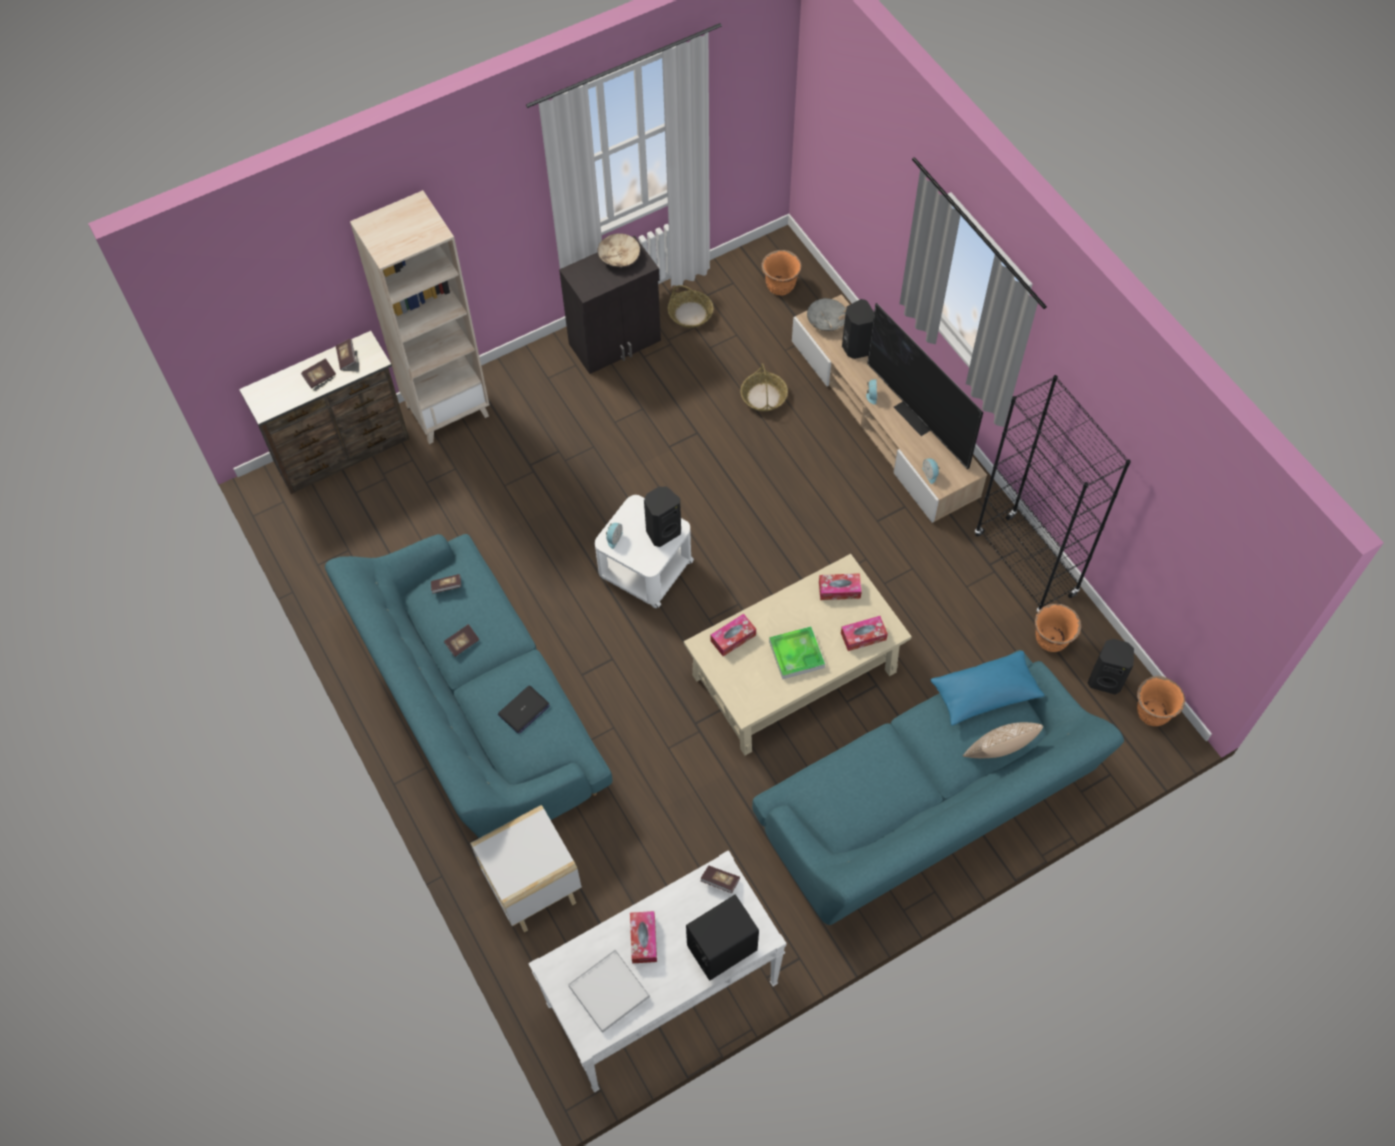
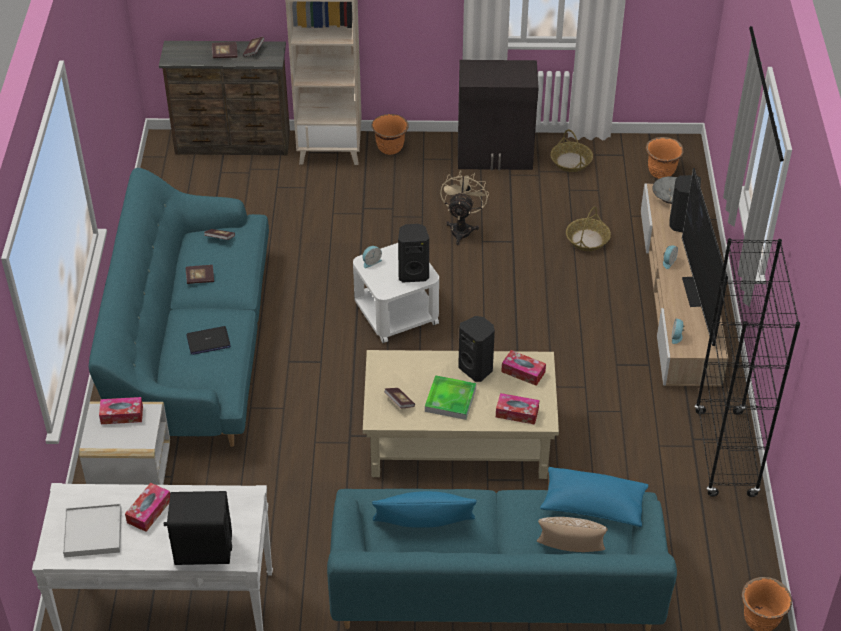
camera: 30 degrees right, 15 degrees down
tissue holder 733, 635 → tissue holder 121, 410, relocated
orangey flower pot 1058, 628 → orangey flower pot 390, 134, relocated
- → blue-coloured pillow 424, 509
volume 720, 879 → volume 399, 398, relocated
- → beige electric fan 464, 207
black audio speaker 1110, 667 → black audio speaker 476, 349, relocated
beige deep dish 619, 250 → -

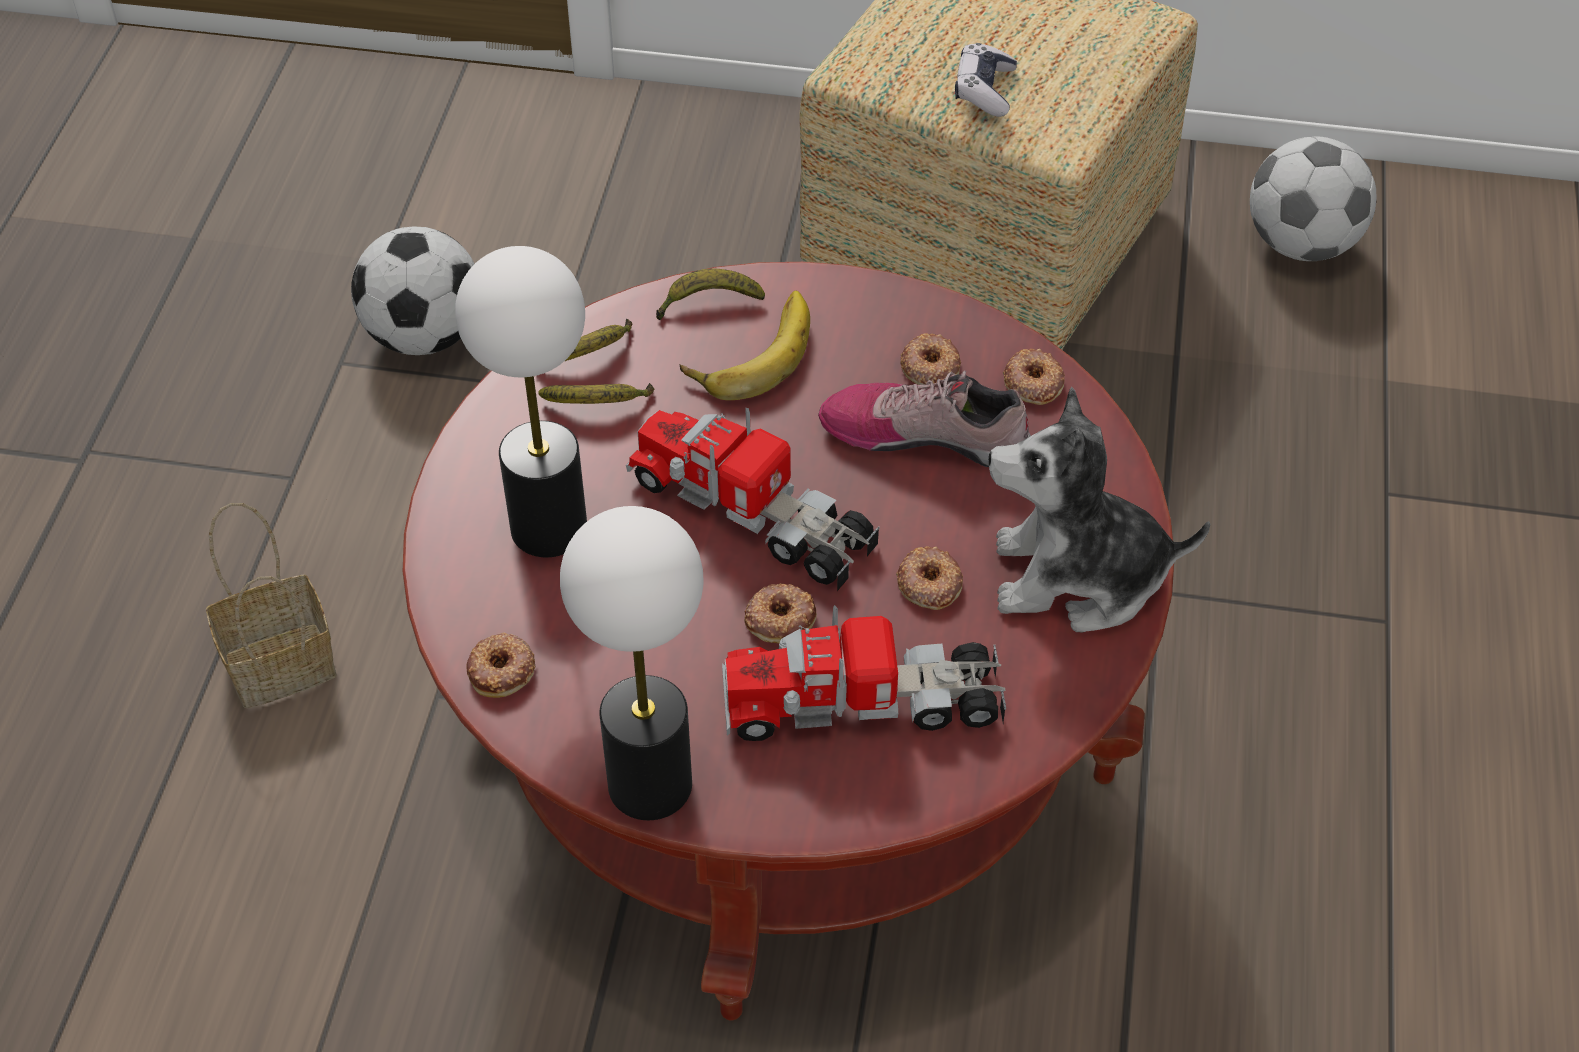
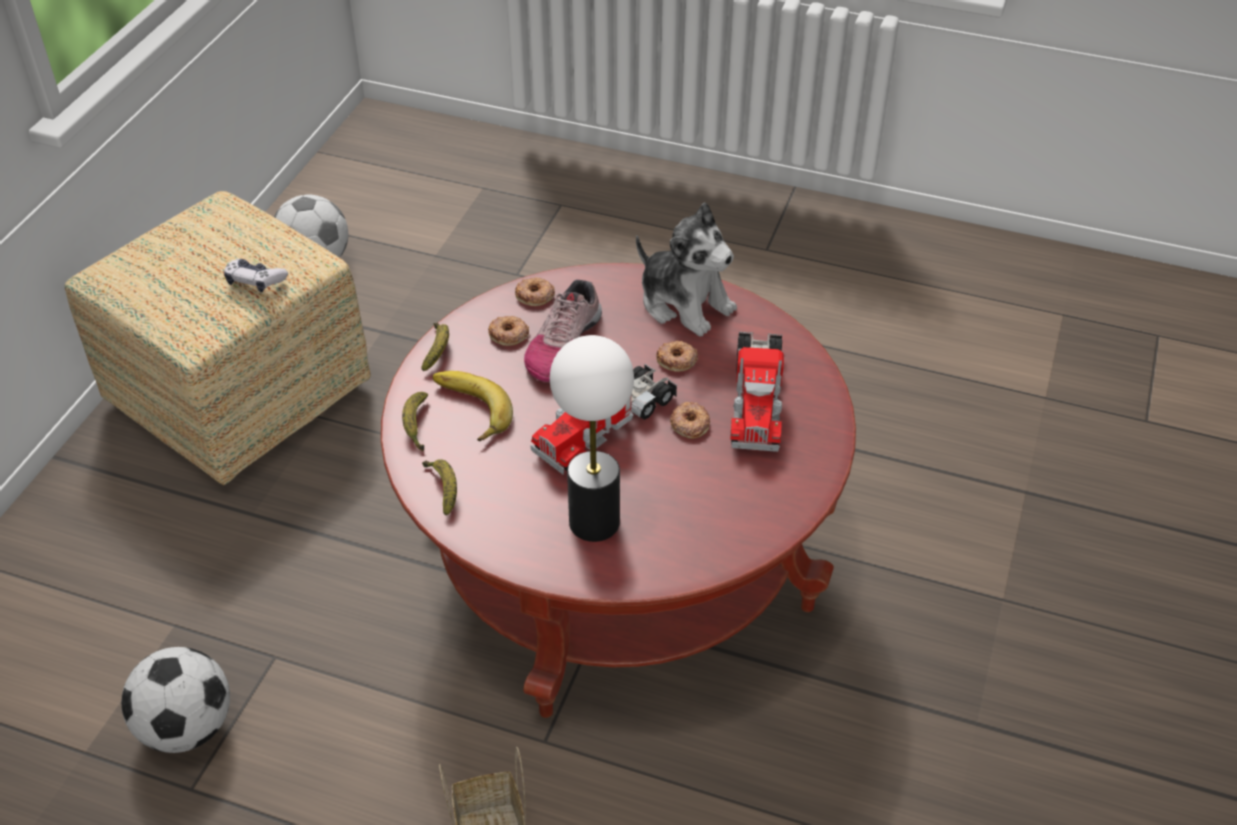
camera: 80 degrees left, 5 degrees down
whole banana 596, 393 → whole banana 435, 347, relocated
soft toy 1099, 509 → soft toy 686, 269, 60 degrees counterclockwise
ring doughnut 500, 665 → -
table lamp 631, 663 → -

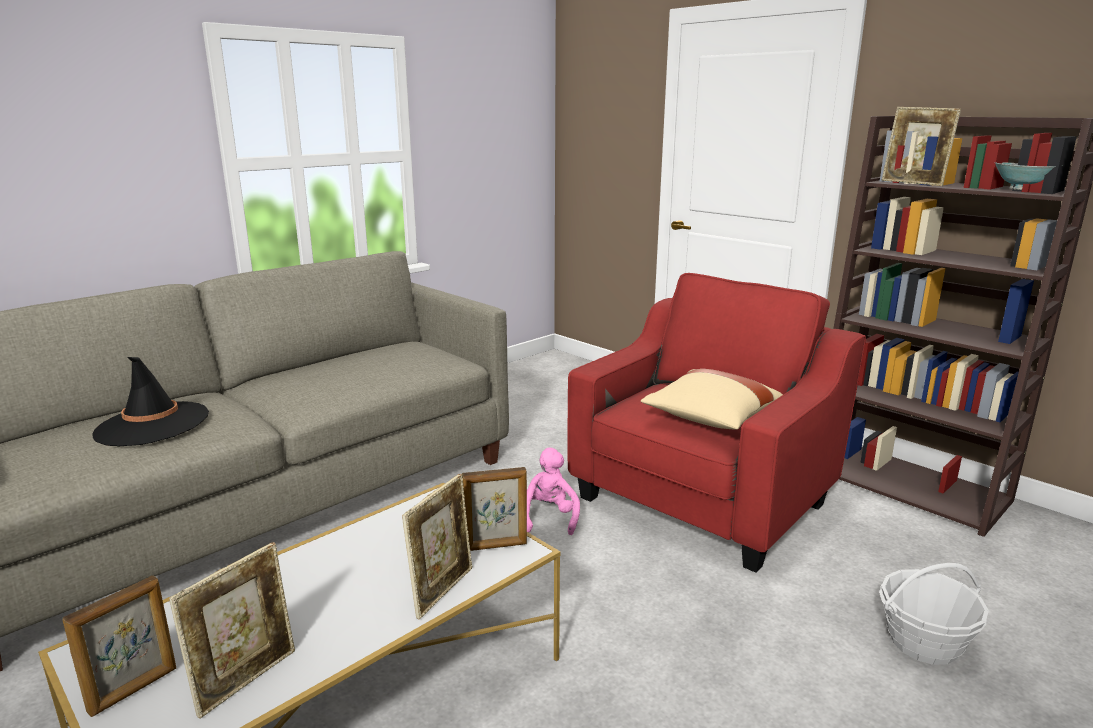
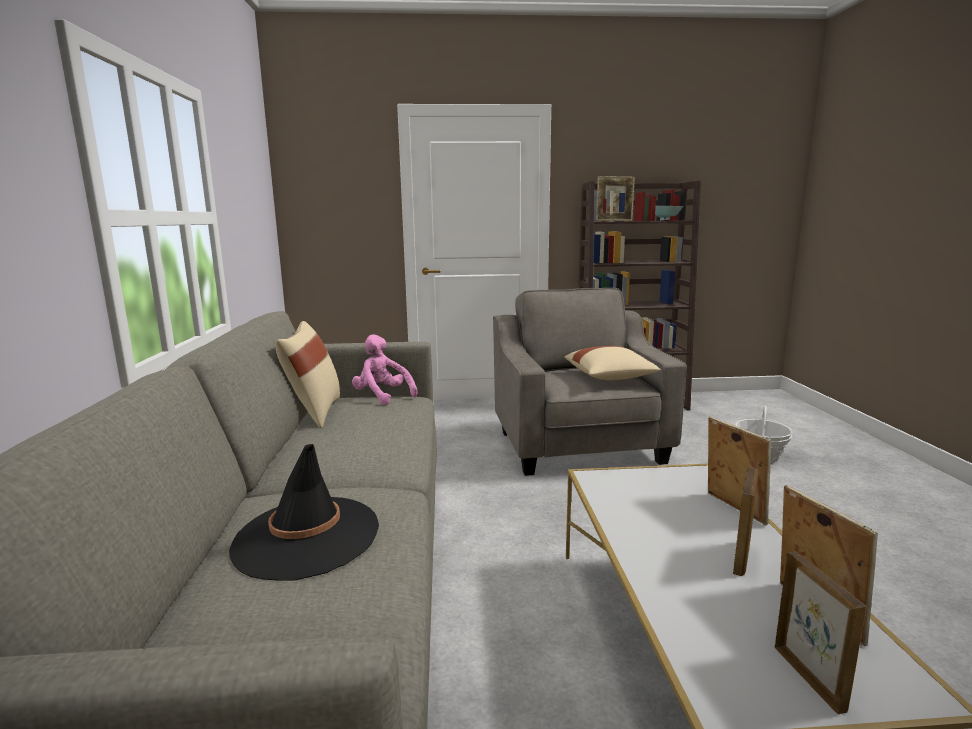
camera: 50 degrees left, 5 degrees down
- → beige pillow 308, 374
pink-coloured soft toy 553, 491 → pink-coloured soft toy 385, 369, relocated
red-coloured armchair 717, 423 → greyish armchair 590, 382
photo frame 494, 509 → photo frame 745, 521, relocated

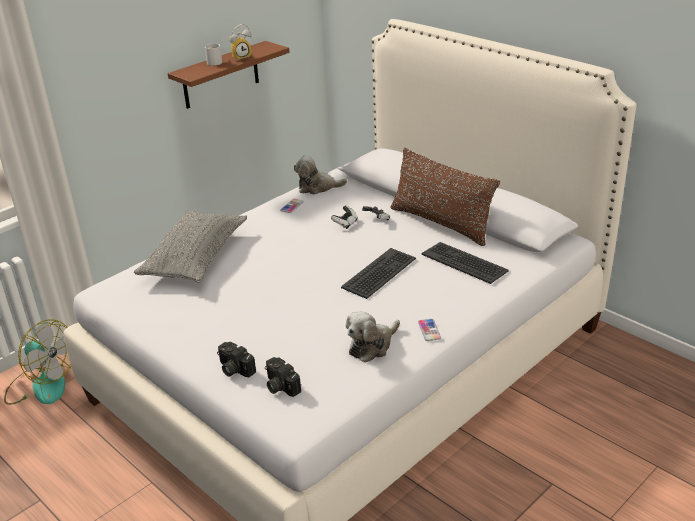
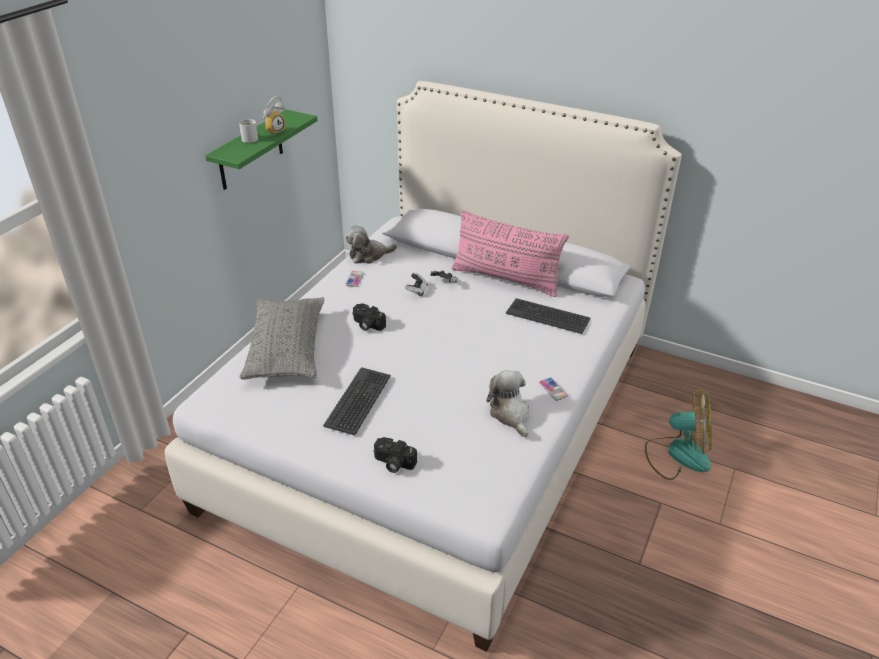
camera: 20 degrees left, 5 degrees up
brown-coloured shelf 229, 75 → greenish shelf 261, 149
PC keyboard 378, 273 → PC keyboard 357, 401, relocated
still camera 283, 377 → still camera 369, 317, relocated
brown-coloured pillow 445, 197 → pink-coloured pillow 510, 253
soft toy 373, 337 → soft toy 508, 403, 135 degrees clockwise
electric fan 37, 362 → electric fan 678, 434, relocated

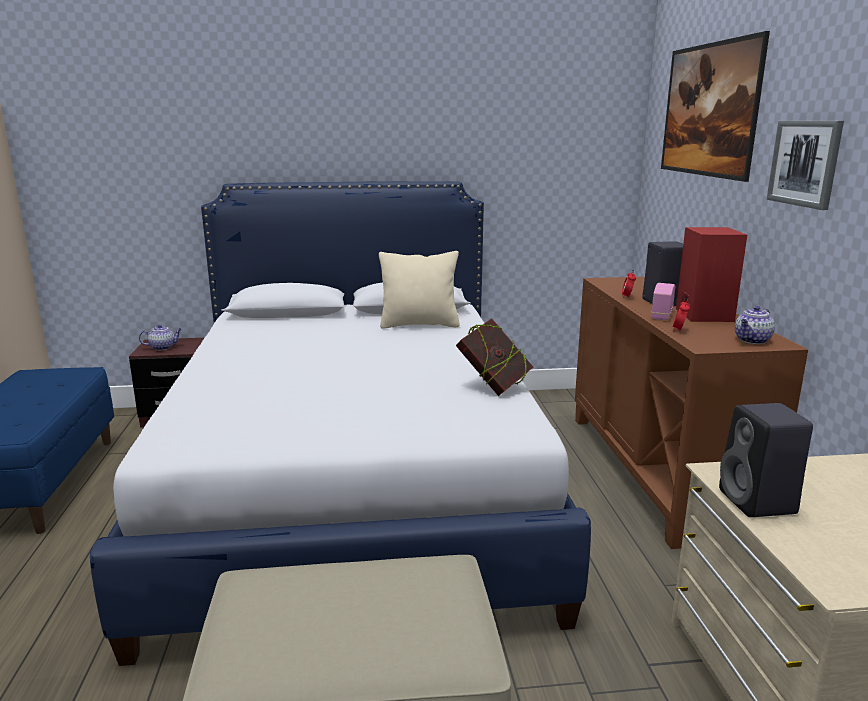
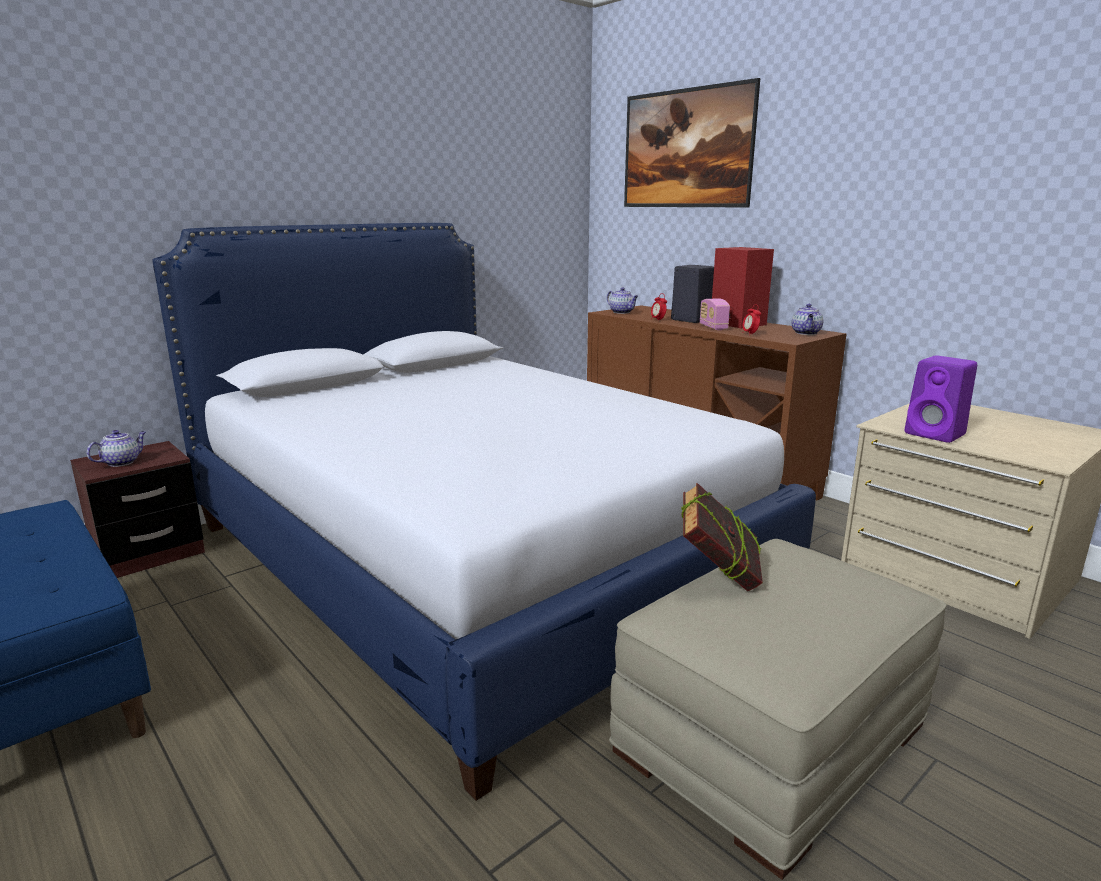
camera: 35 degrees left, 0 degrees up
- → teapot 622, 300
volume 494, 357 → volume 722, 537, relocated
black audio speaker 766, 460 → purple-coloured audio speaker 941, 399
beige pillow 419, 290 → -
picture 805, 165 → -

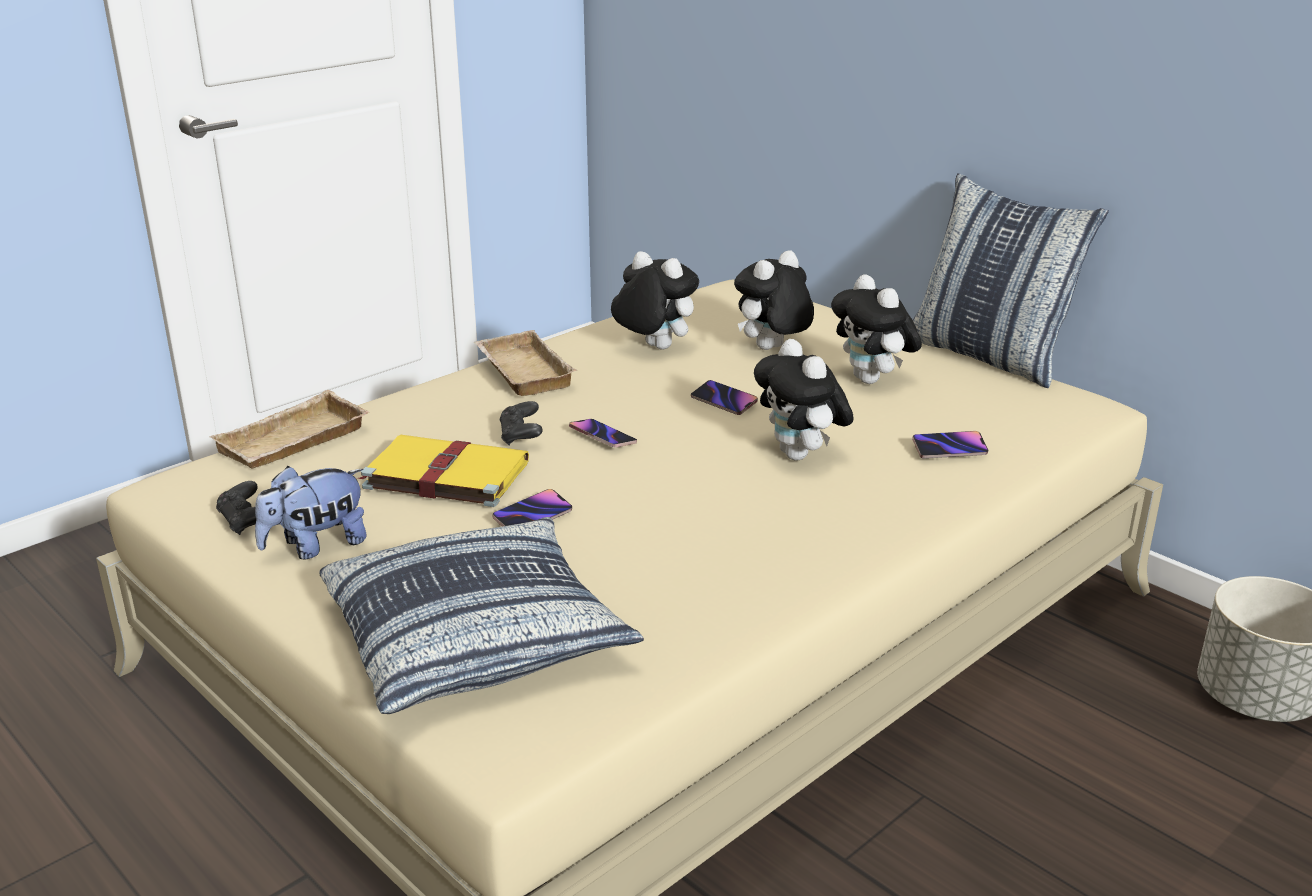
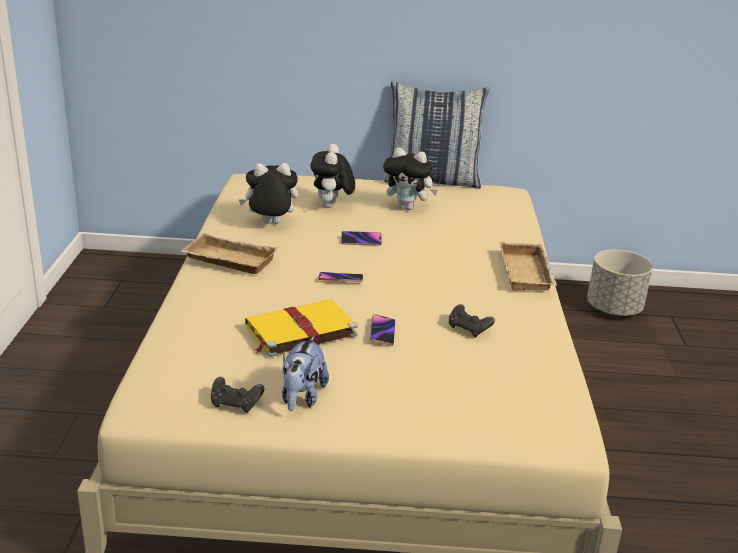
camera: 45 degrees left, 0 degrees up
black game controller 521, 423 → black game controller 472, 321, relocated
beige serving tray 289, 429 → beige serving tray 528, 266, relocated
pillow 481, 615 → -
soft toy 804, 400 → -
telephone 950, 444 → -

